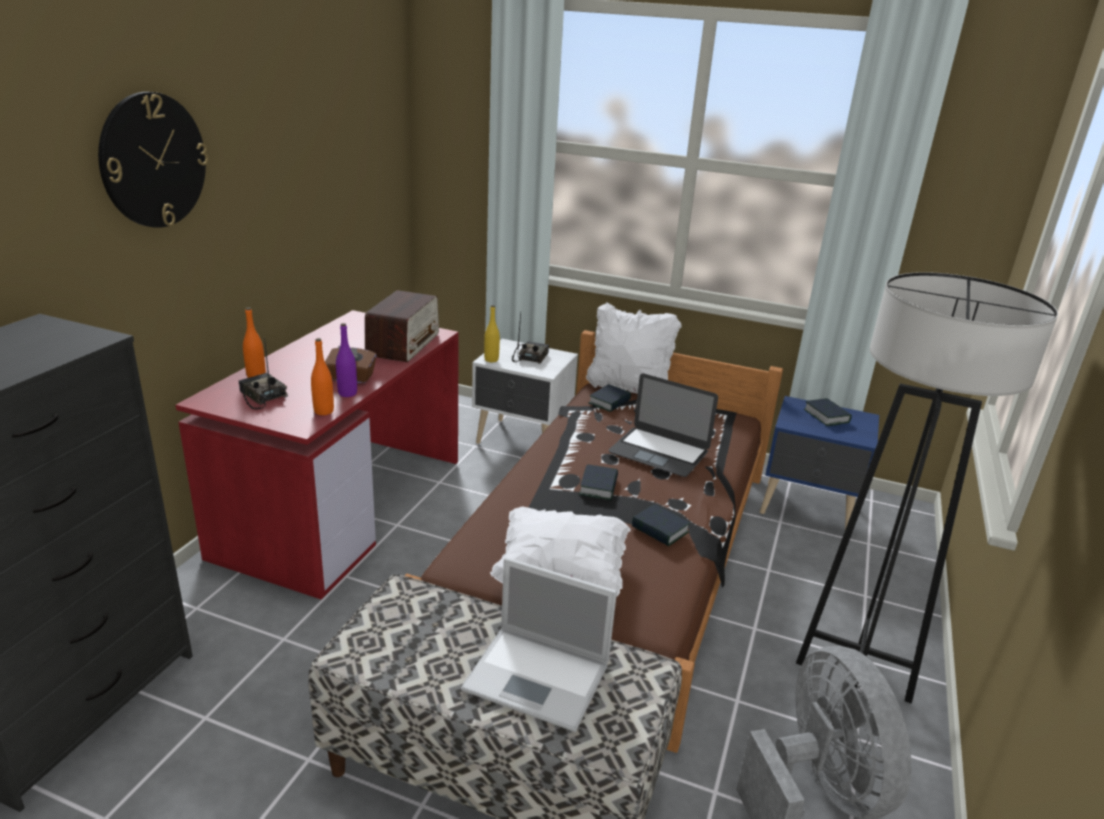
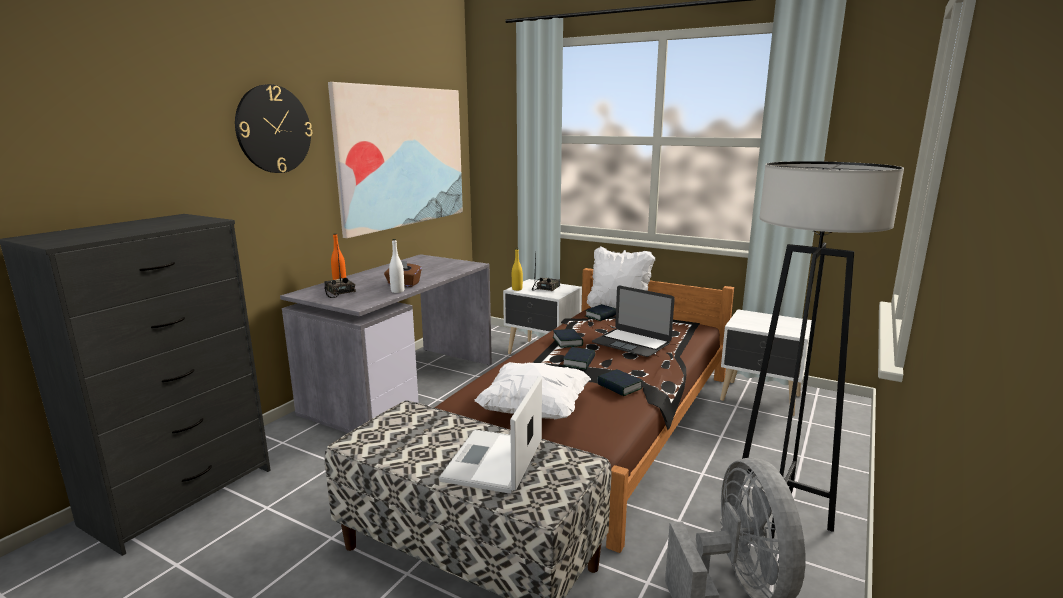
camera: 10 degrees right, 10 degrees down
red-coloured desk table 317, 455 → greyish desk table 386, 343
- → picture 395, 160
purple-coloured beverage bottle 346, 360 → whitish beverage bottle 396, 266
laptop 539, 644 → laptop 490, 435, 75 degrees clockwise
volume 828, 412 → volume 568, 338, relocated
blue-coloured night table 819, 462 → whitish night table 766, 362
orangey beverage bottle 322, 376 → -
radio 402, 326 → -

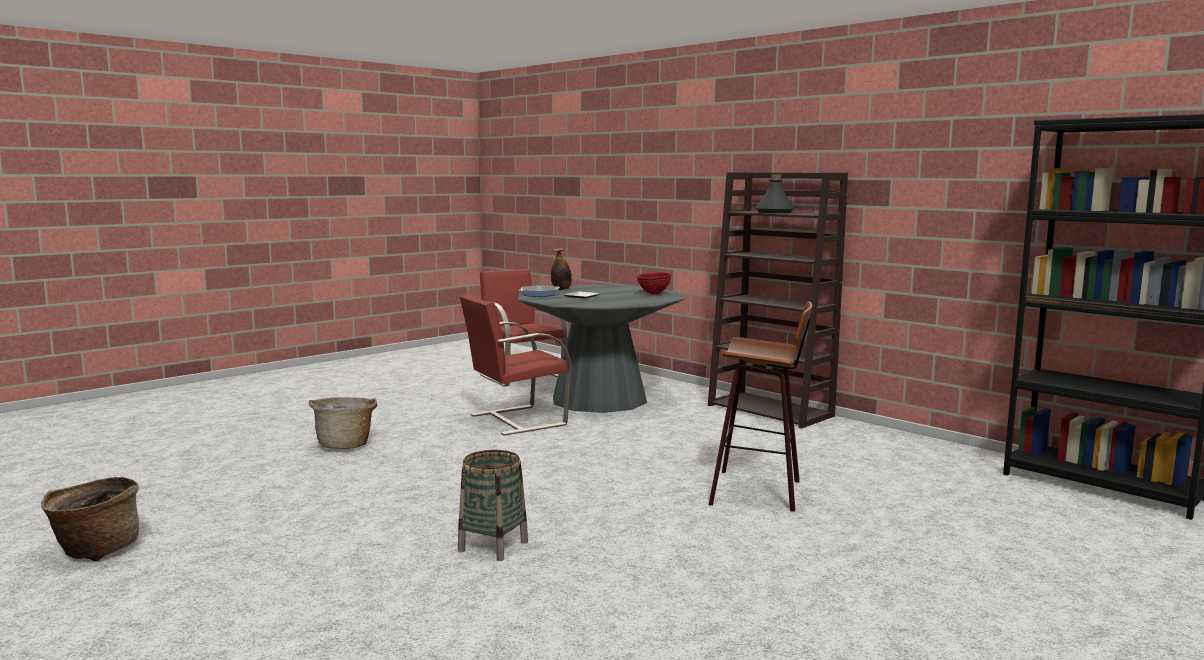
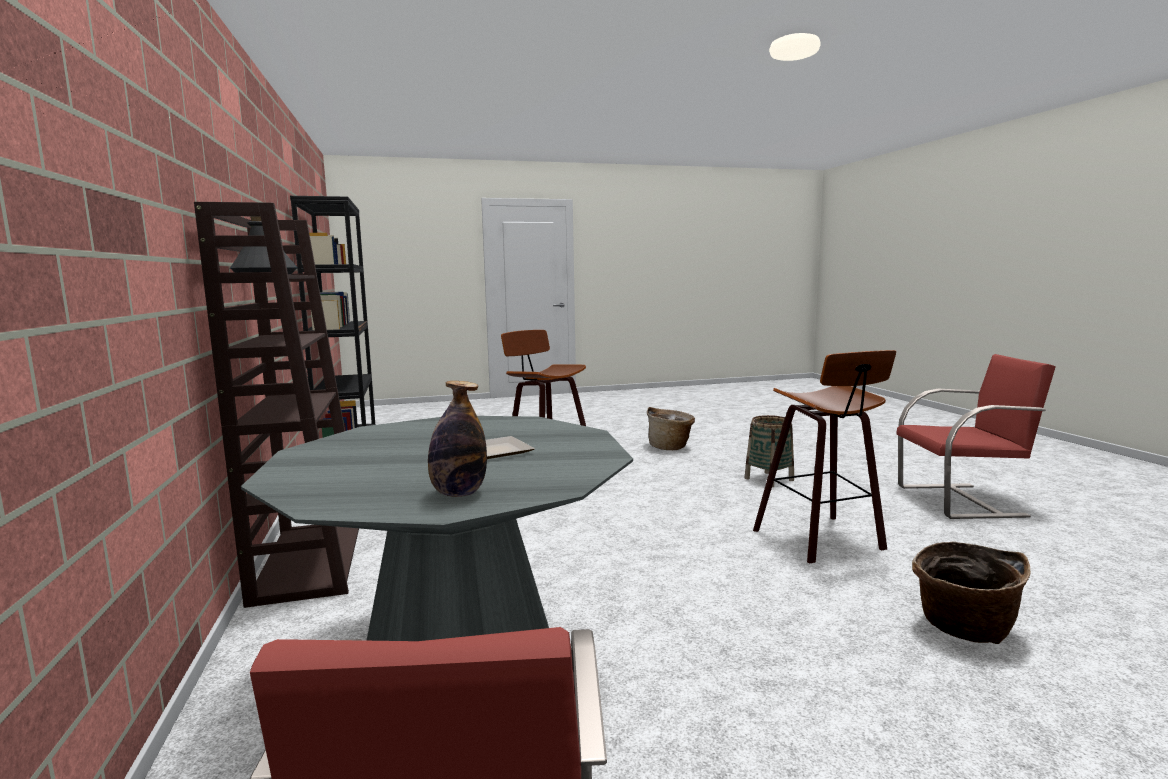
camera: 150 degrees left, 0 degrees up
household basket 90, 519 → household basket 671, 428, relocated
- → stool 824, 457
red-coloured chair 516, 365 → red-coloured chair 975, 436, relocated
skillet 539, 291 → -
red-coloured deep dish 654, 283 → -

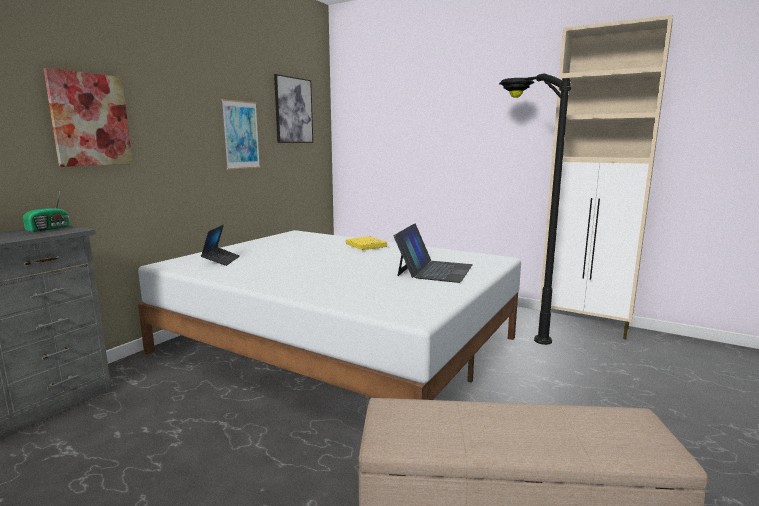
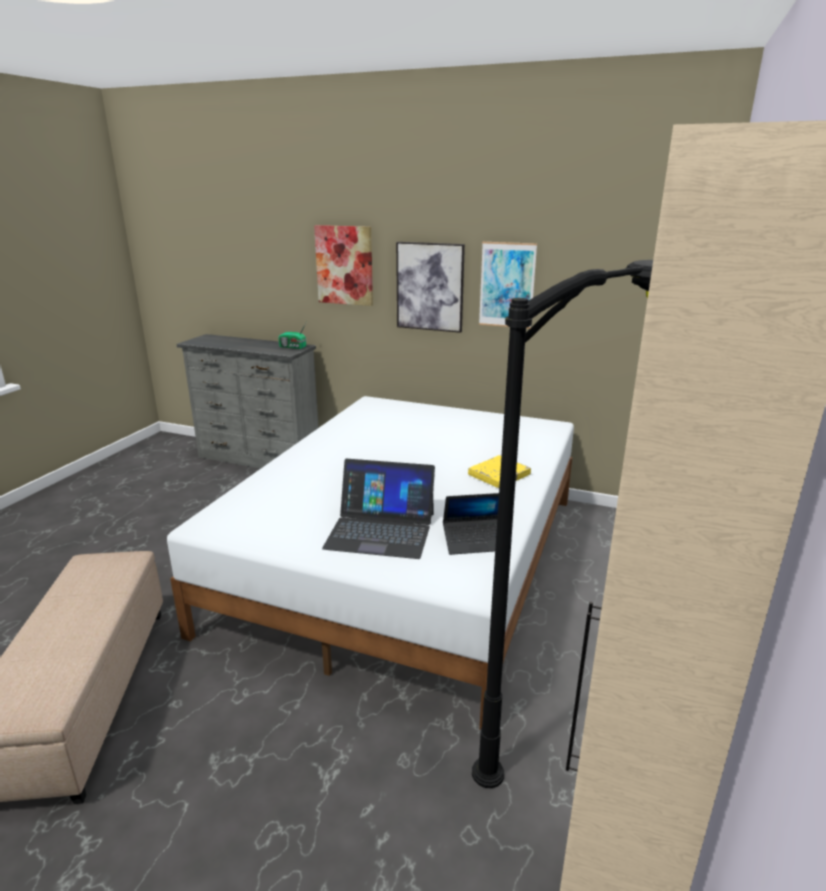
camera: 80 degrees right, 10 degrees up
picture 293, 108 → picture 430, 287, relocated
laptop 220, 245 → laptop 471, 524, relocated

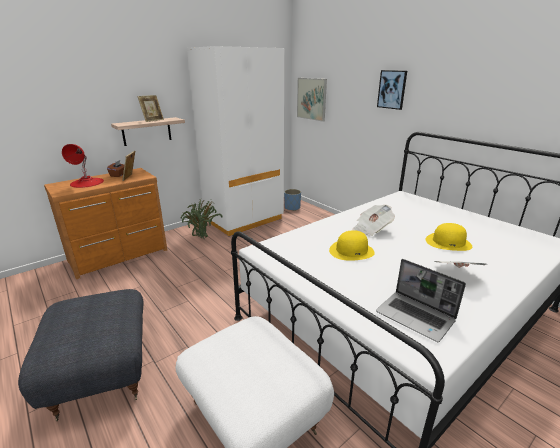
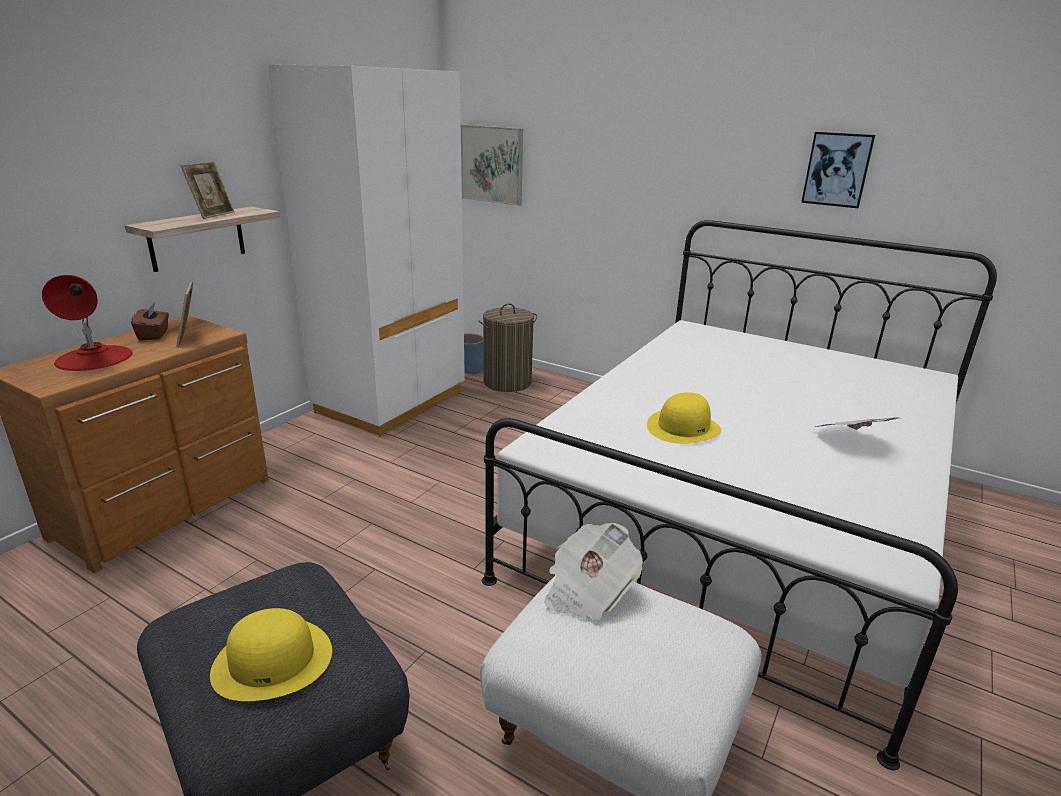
camera: 20 degrees left, 0 degrees up
yellow-coloured clothing hat 449, 237 → yellow-coloured clothing hat 271, 654, relocated
- → washing basket 507, 347
daily paper 373, 220 → daily paper 593, 572, relocated
picture 392, 90 → picture 838, 170, relocated
potted plant 201, 218 → -
laptop 421, 300 → -

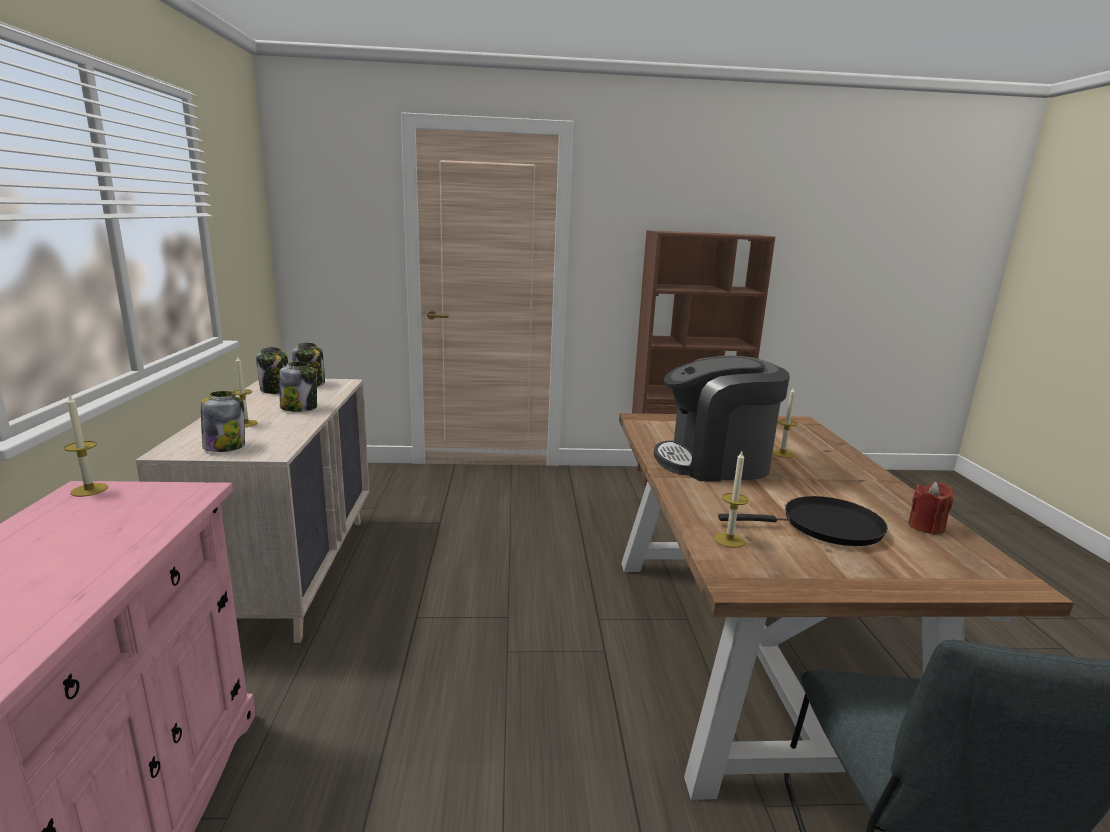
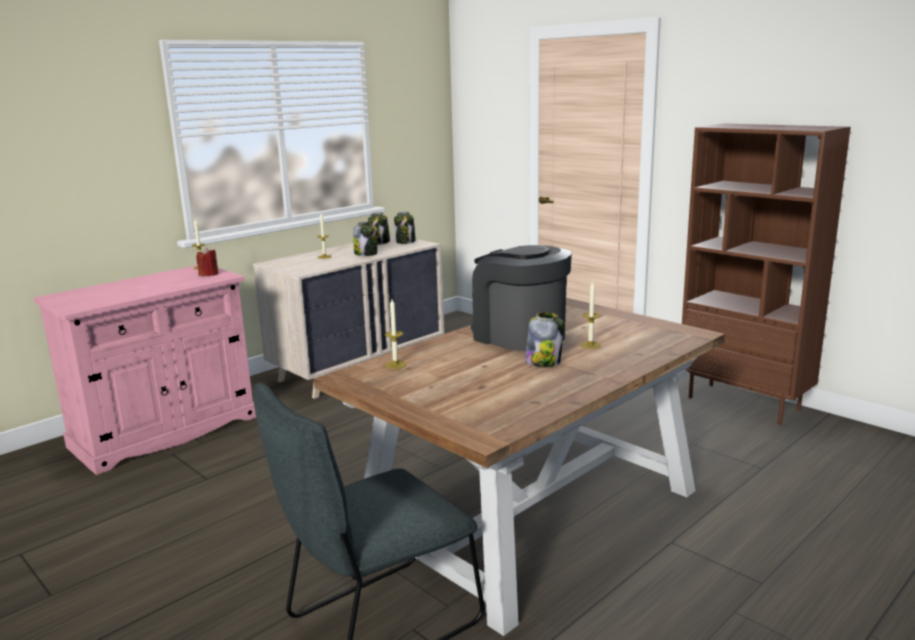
camera: 50 degrees right, 0 degrees up
red-coloured wax light 930, 508 → red-coloured wax light 207, 262, relocated
storage jar 223, 421 → storage jar 544, 339, relocated
black skillet 803, 521 → -

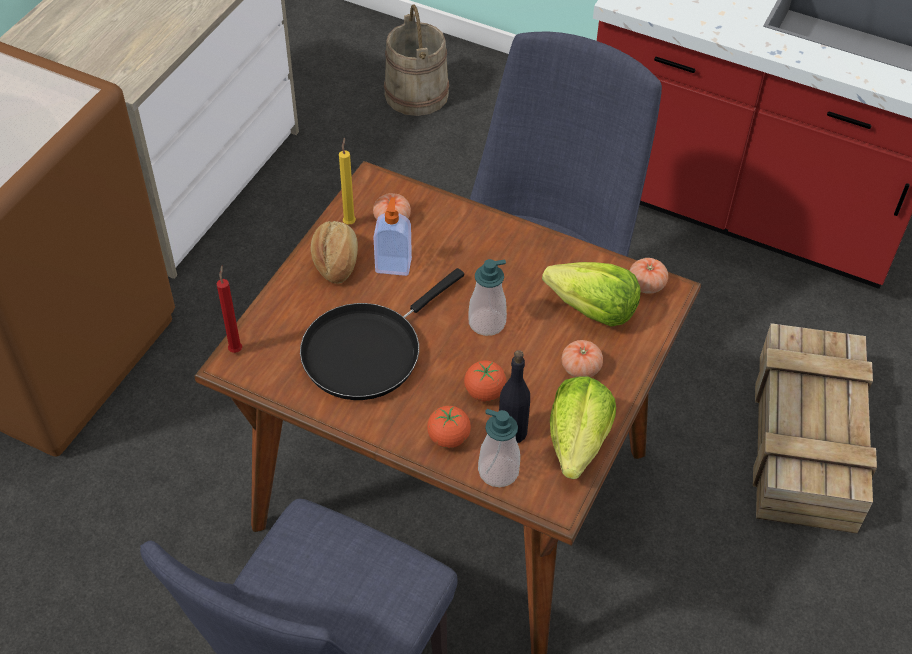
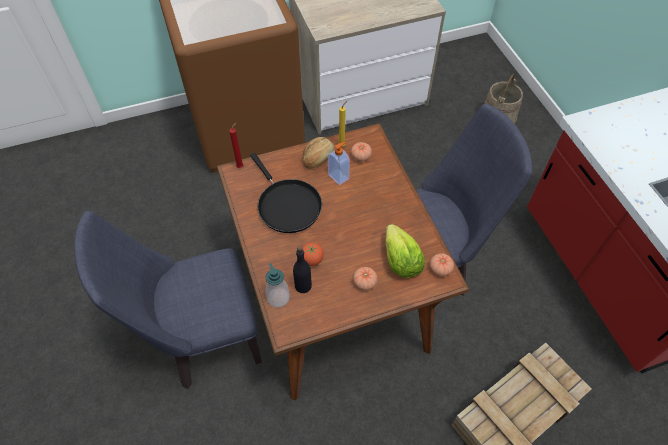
camera: 45 degrees right, 5 degrees up
black skillet 382, 334 → black skillet 286, 193, 120 degrees counterclockwise
whole tomato 449, 427 → -
soap dispenser 487, 297 → -
head of lettuce 583, 427 → -

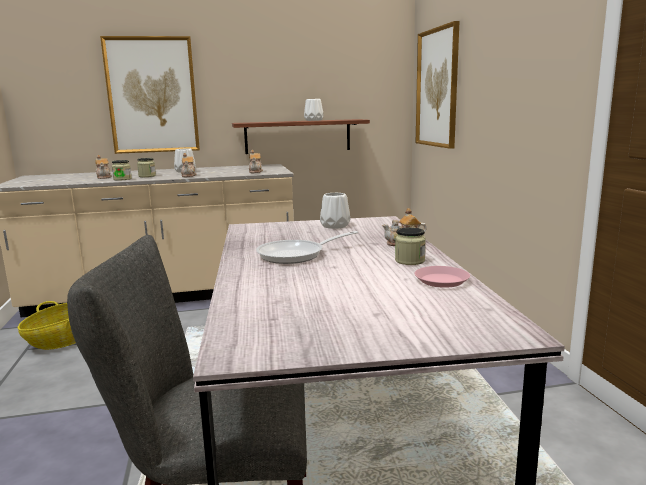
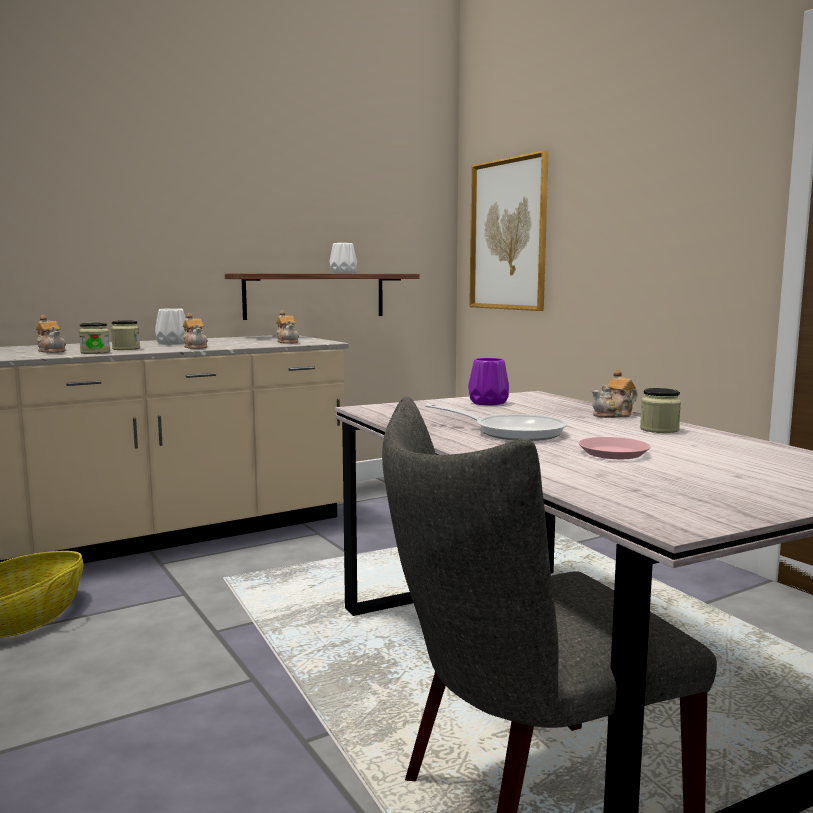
camera: 20 degrees left, 5 degrees down
skillet 307, 247 → skillet 496, 422, 105 degrees counterclockwise
whitish decorative vase 335, 211 → purple-coloured decorative vase 488, 381
pink-coloured plate 442, 277 → pink-coloured plate 615, 448, relocated
picture 150, 95 → -

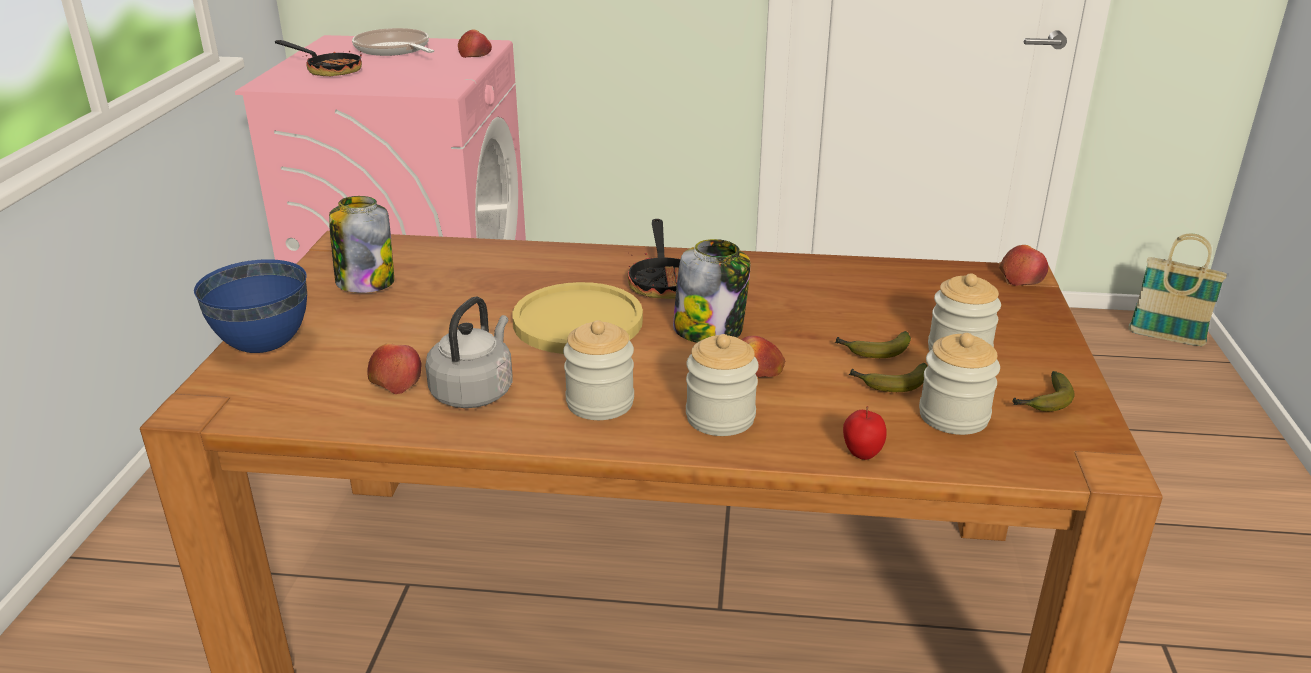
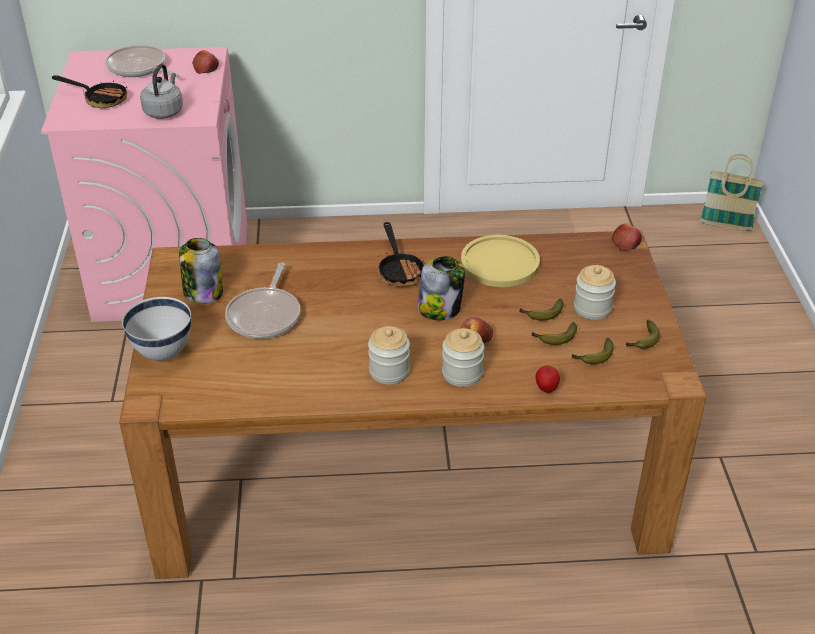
camera: 10 degrees left, 10 degrees up
blue-coloured deep dish 250, 306 → whitish deep dish 156, 329
greyish water kettle 469, 352 → greyish water kettle 161, 91, relocated
- → skillet 263, 300
yellow-coloured plate 577, 318 → yellow-coloured plate 500, 261, relocated
storage jar 959, 384 → whole banana 592, 351
whole apple 394, 368 → -

